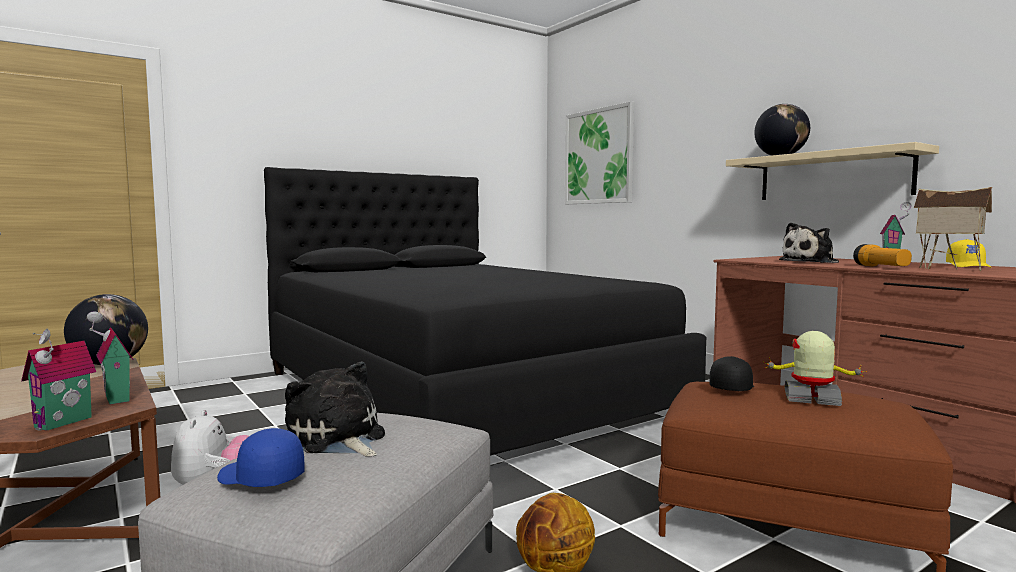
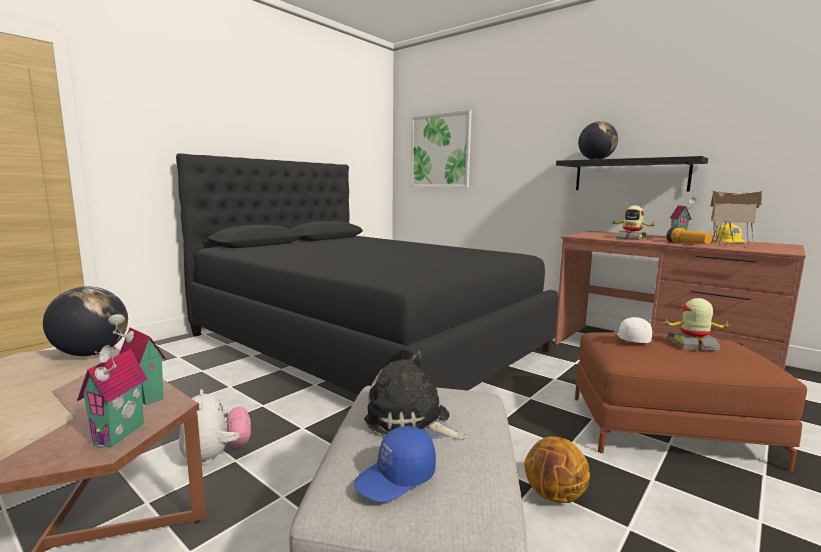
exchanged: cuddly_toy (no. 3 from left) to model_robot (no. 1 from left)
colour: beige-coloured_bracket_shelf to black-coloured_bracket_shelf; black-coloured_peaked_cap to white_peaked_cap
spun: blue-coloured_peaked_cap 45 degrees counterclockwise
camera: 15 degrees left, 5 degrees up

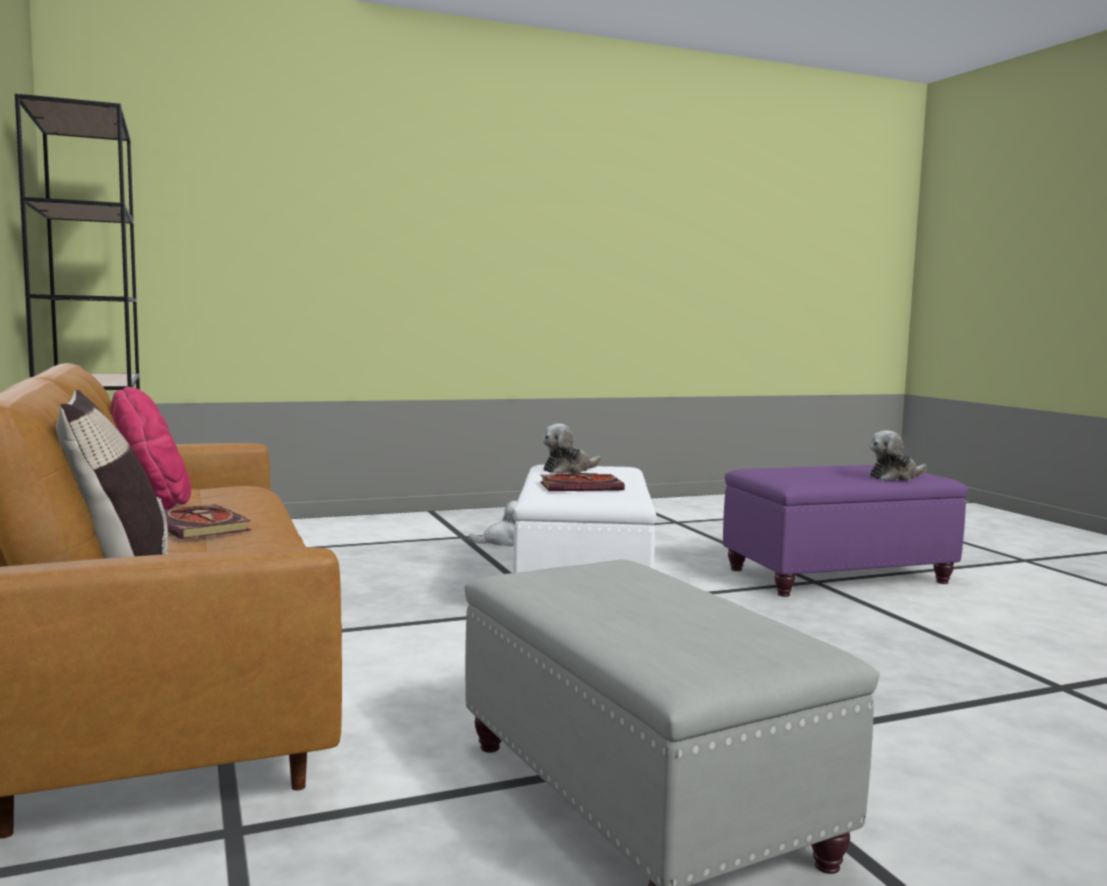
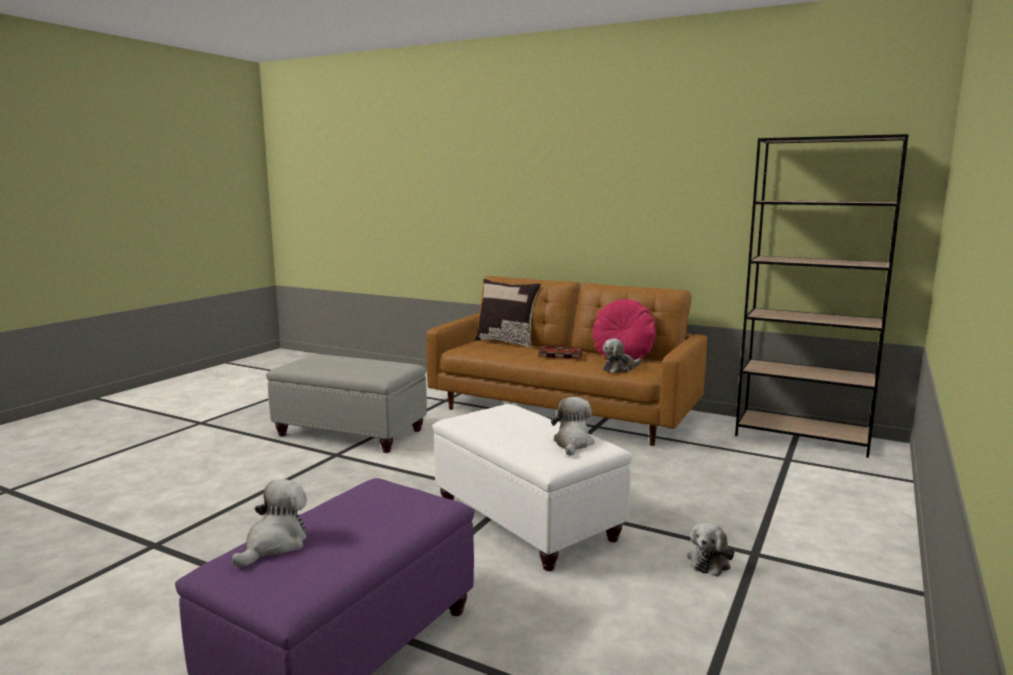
missing: bound_book (no. 2 from left)
appeared: cuddly_toy (no. 3 from left)
camera: 140 degrees right, 5 degrees up

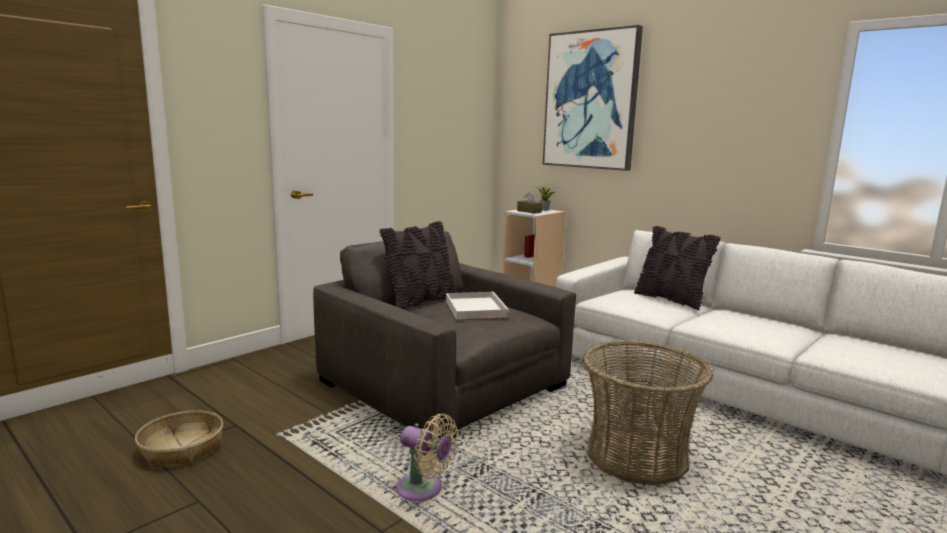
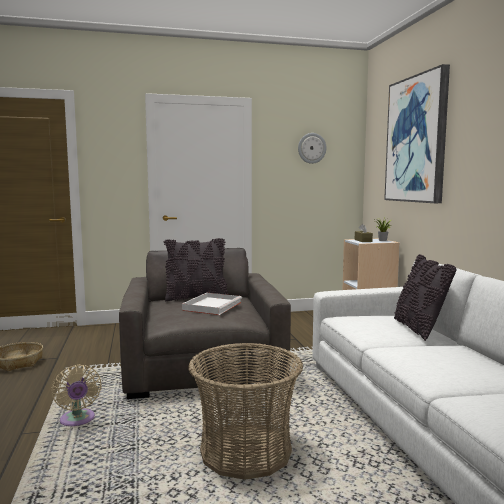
appeared: hanging_clock
camera: 35 degrees right, 5 degrees down

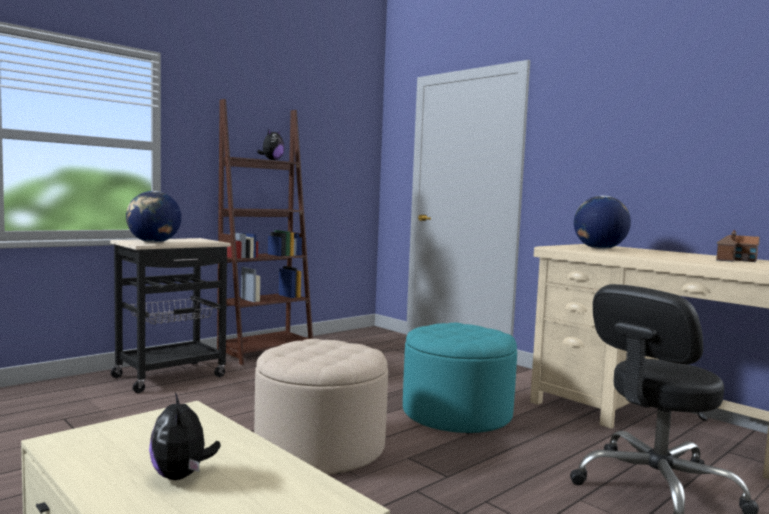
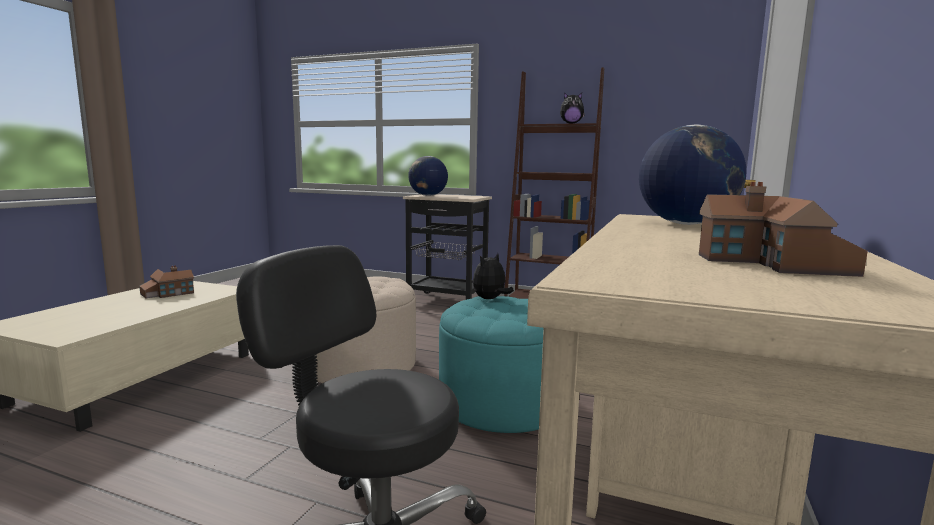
appeared: model_house (no. 1 from left)
relocated: cuddly_toy (no. 1 from left)
camera: 65 degrees right, 5 degrees up

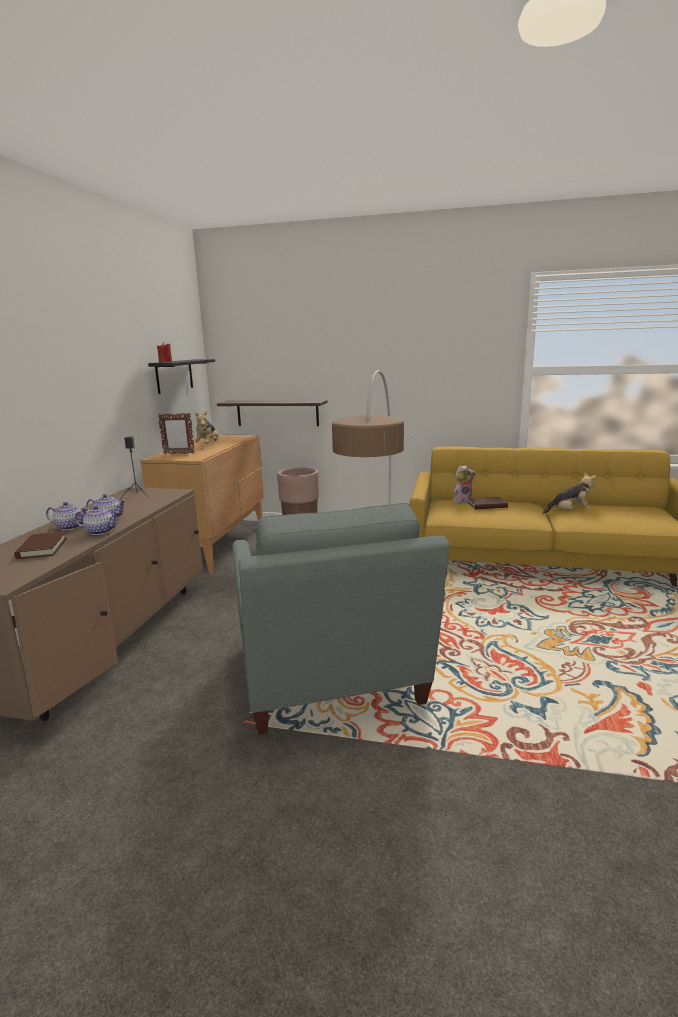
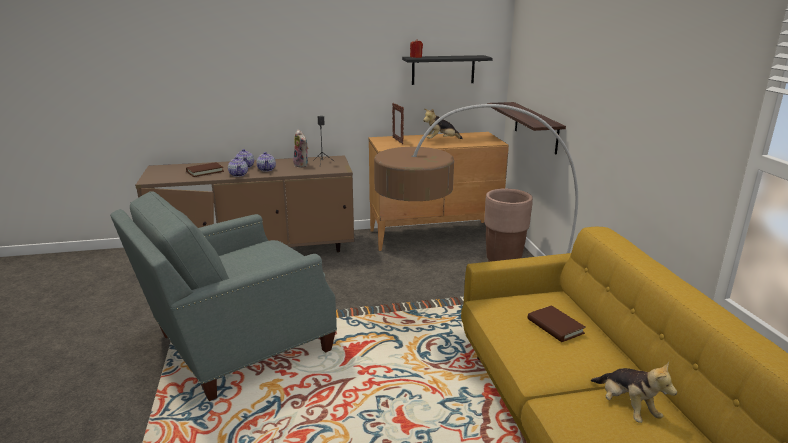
relocated: cuddly_toy (no. 2 from left in the first image) to cuddly_toy (no. 1 from left)
camera: 65 degrees right, 5 degrees up

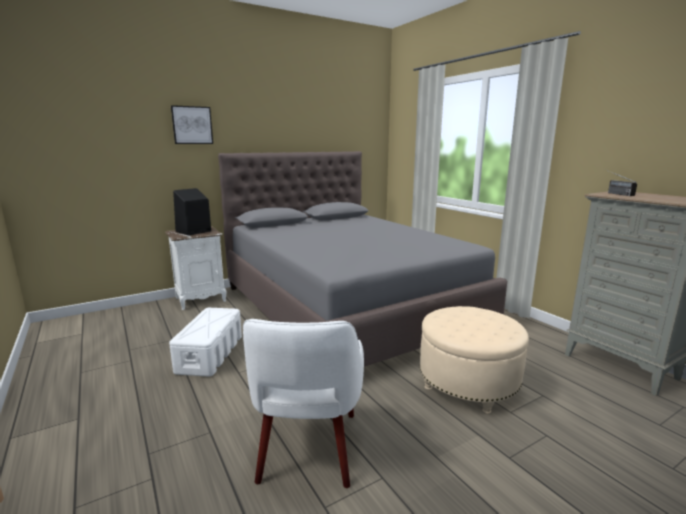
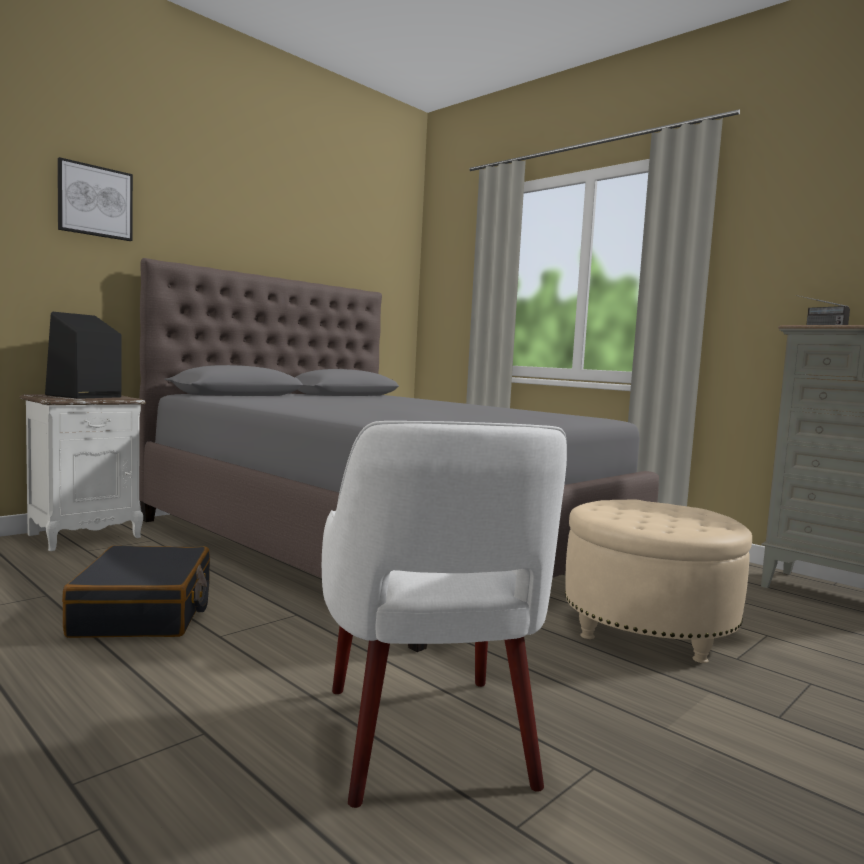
exchanged: white_storage_box to black-coloured_suitcase
camera: 15 degrees left, 10 degrees down

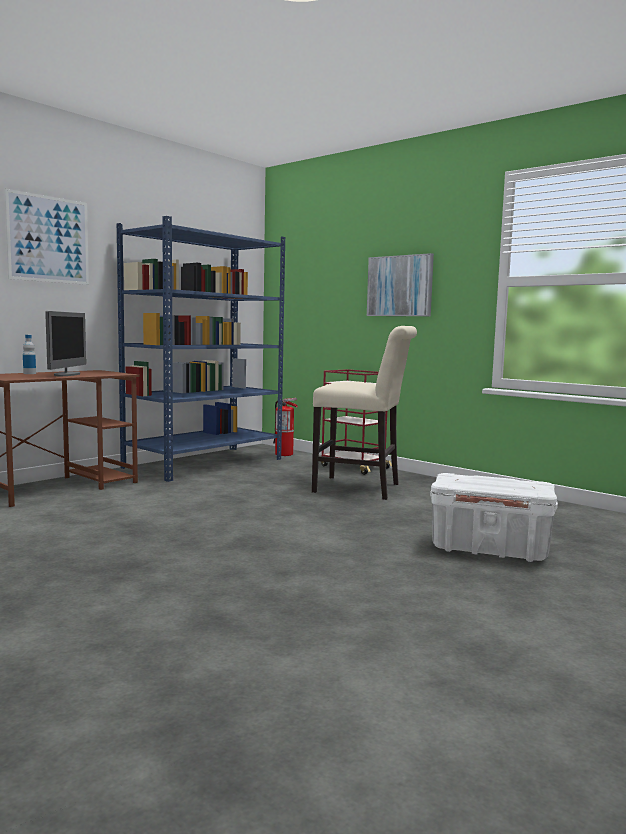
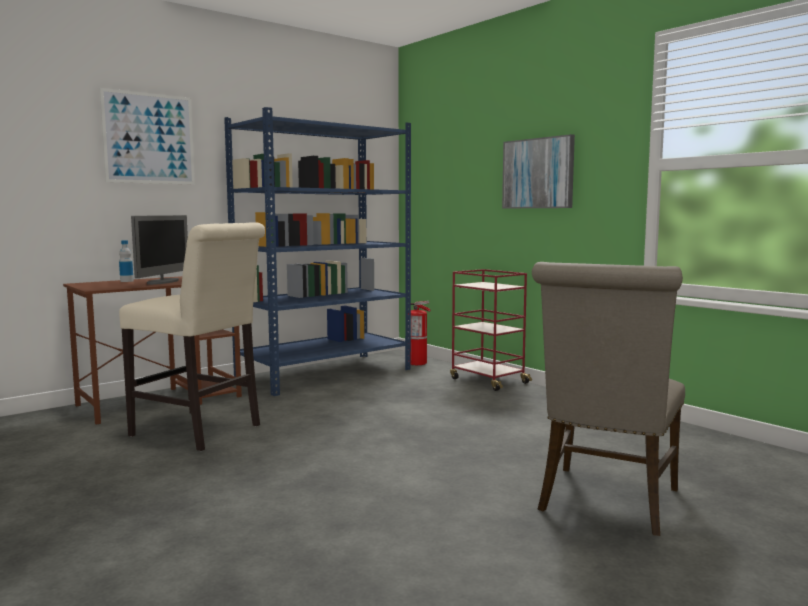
relocated: beige-coloured_stool
exchanged: white_storage_box to beige-coloured_upright_chair
camera: 10 degrees right, 0 degrees up

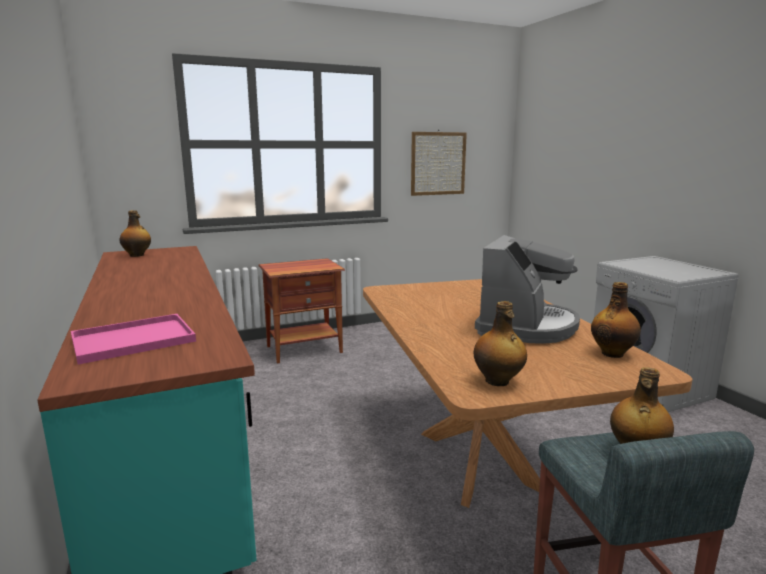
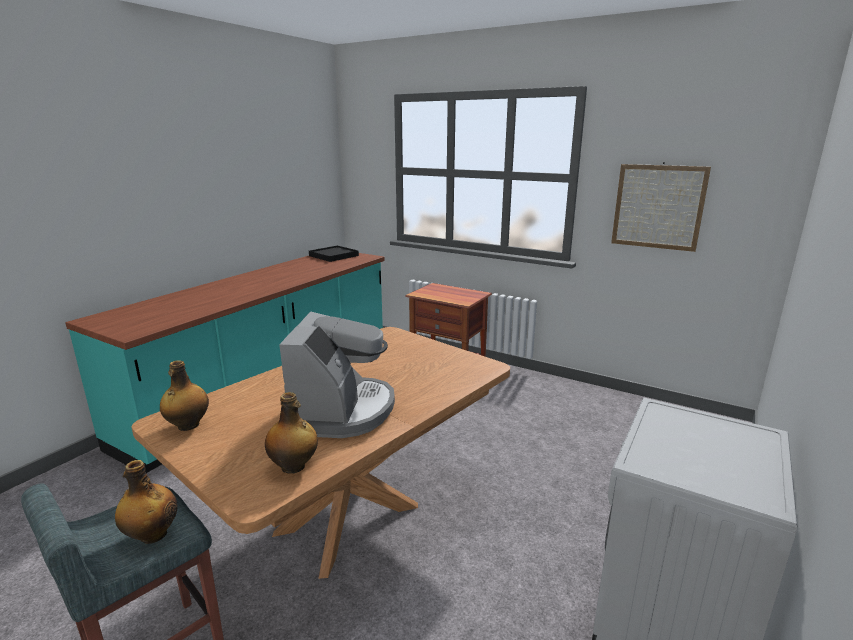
missing: pinkish_carrying_tray
exchanged: beverage_bottle (no. 1 from left) to black-coloured_carrying_tray
spun: coffee_machine 75 degrees counterclockwise
camera: 55 degrees right, 5 degrees up

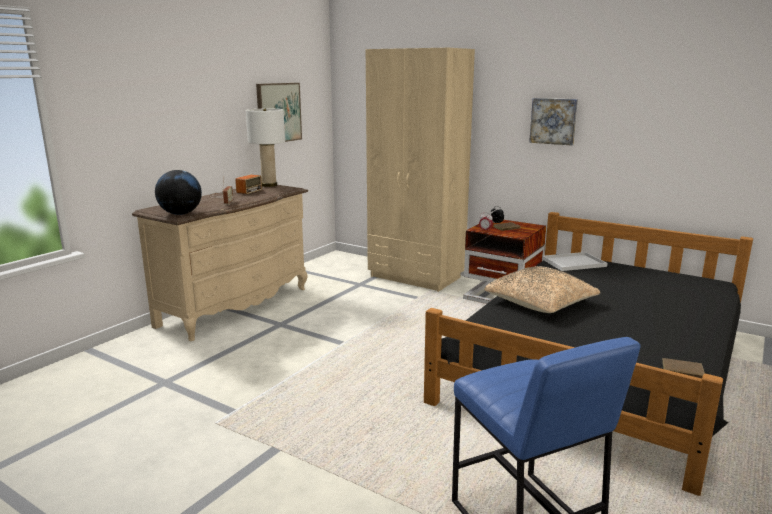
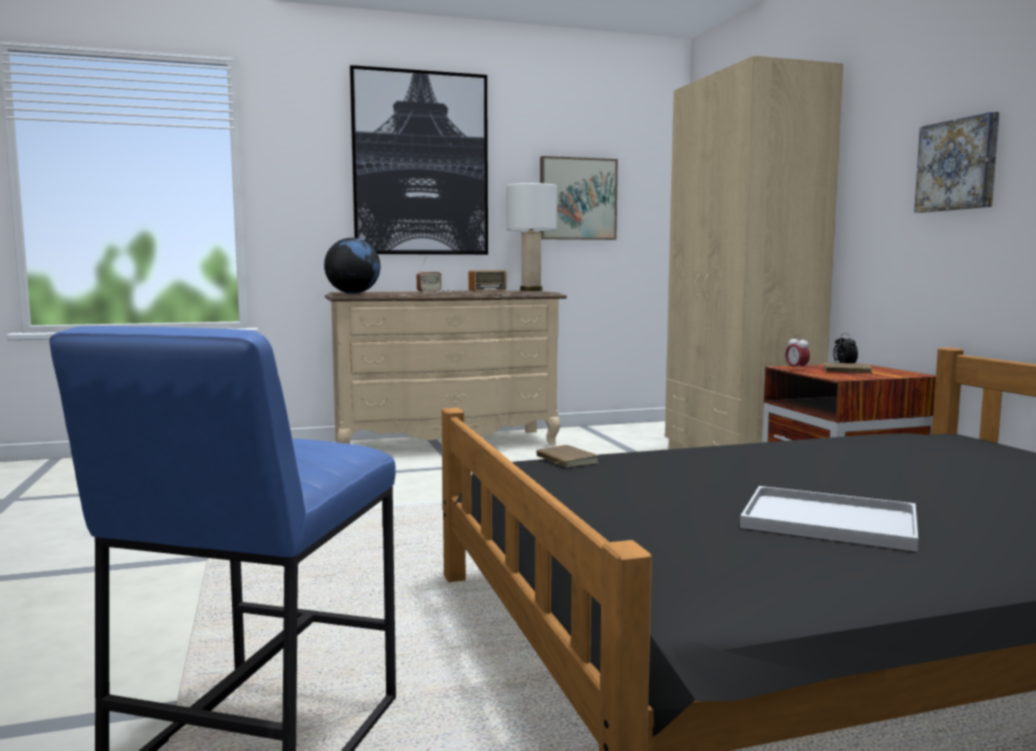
missing: beige-coloured_pillow
appeared: picture (no. 1 from left)
relocated: brown_bound_book (no. 2 from left in the first image) to brown_bound_book (no. 1 from left); white_carrying_tray
camera: 40 degrees right, 10 degrees down

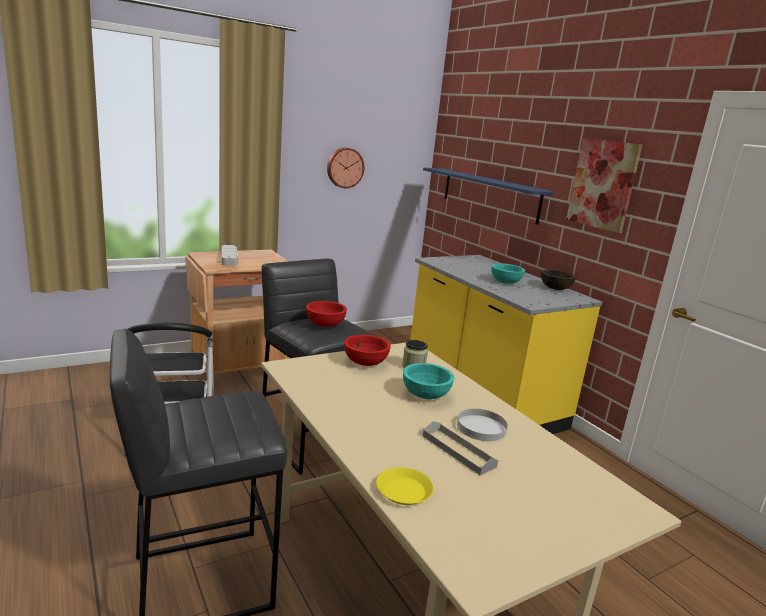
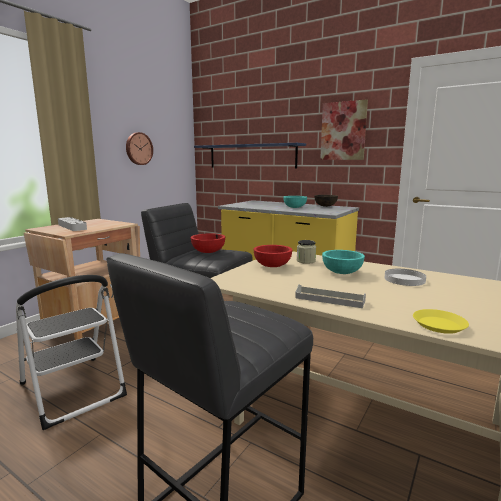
relocated: gray_carrying_tray (no. 2 from left)
camera: 25 degrees left, 5 degrees down

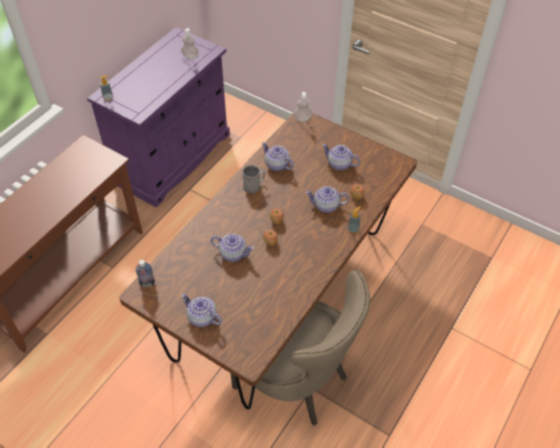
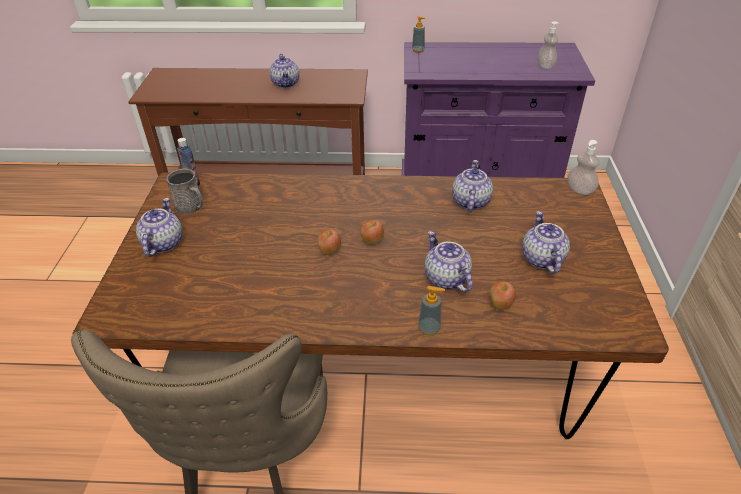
relocated: gray_tea_mug; pot_for_tea (no. 2 from left)
camera: 60 degrees right, 10 degrees down

